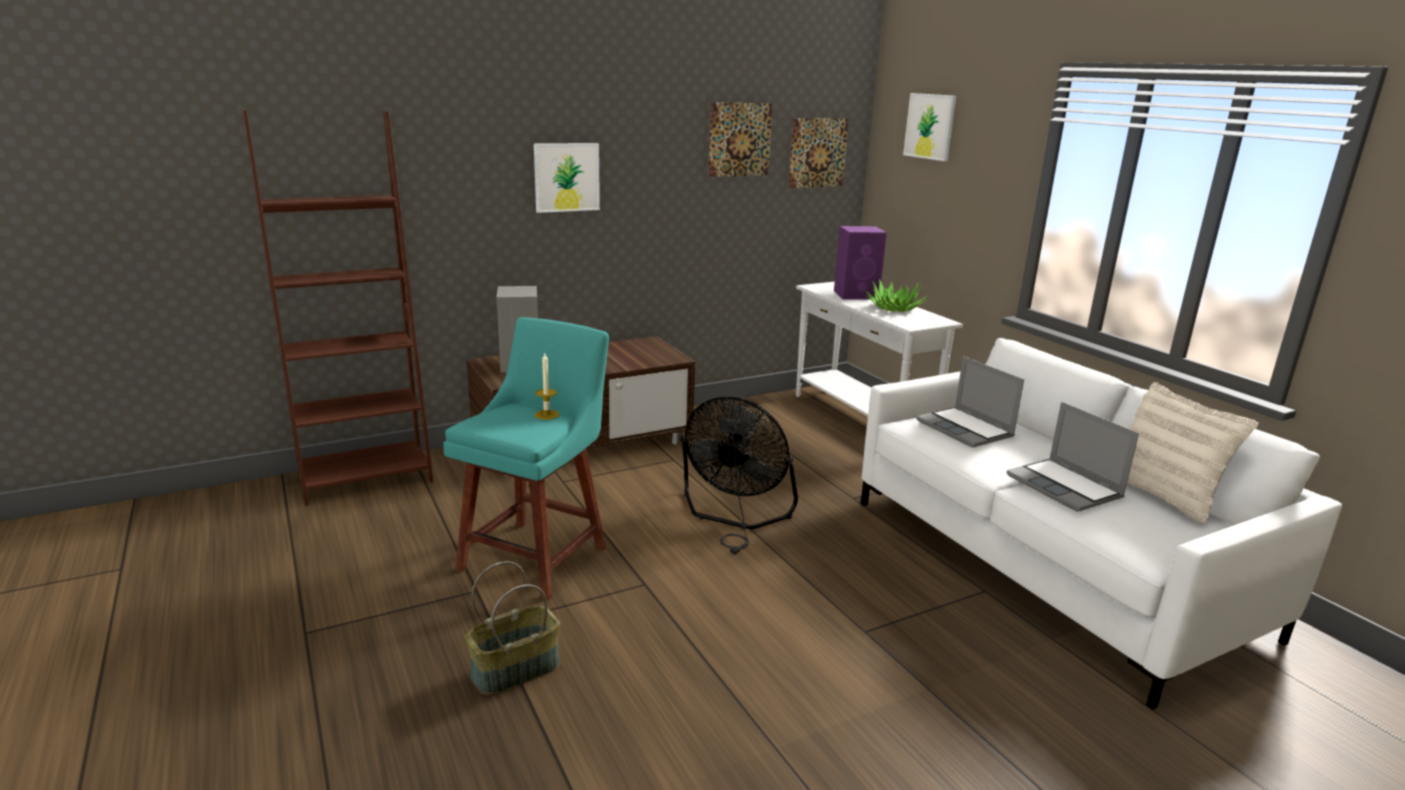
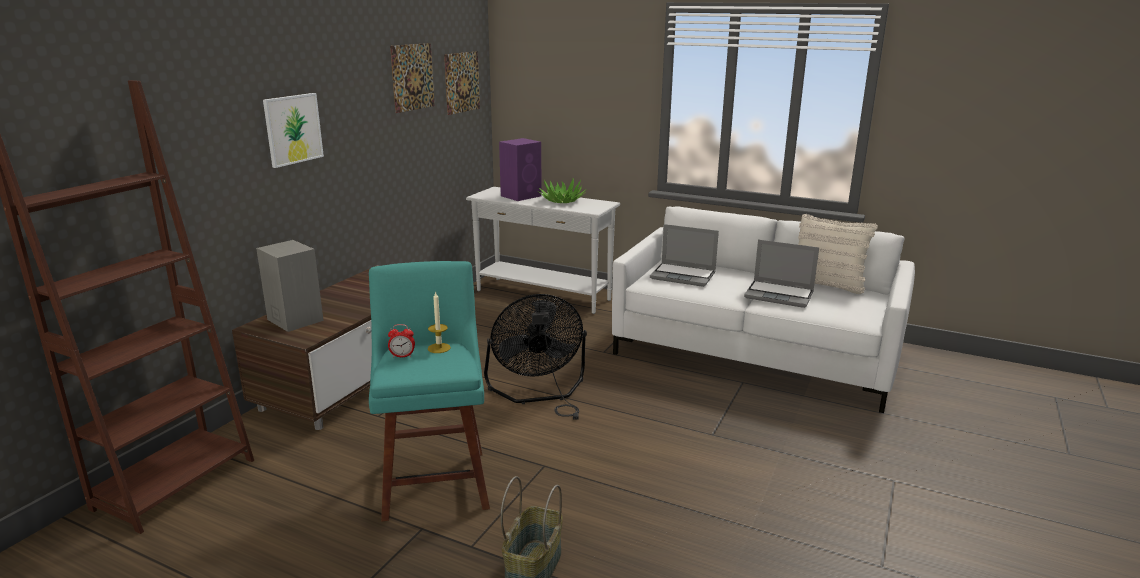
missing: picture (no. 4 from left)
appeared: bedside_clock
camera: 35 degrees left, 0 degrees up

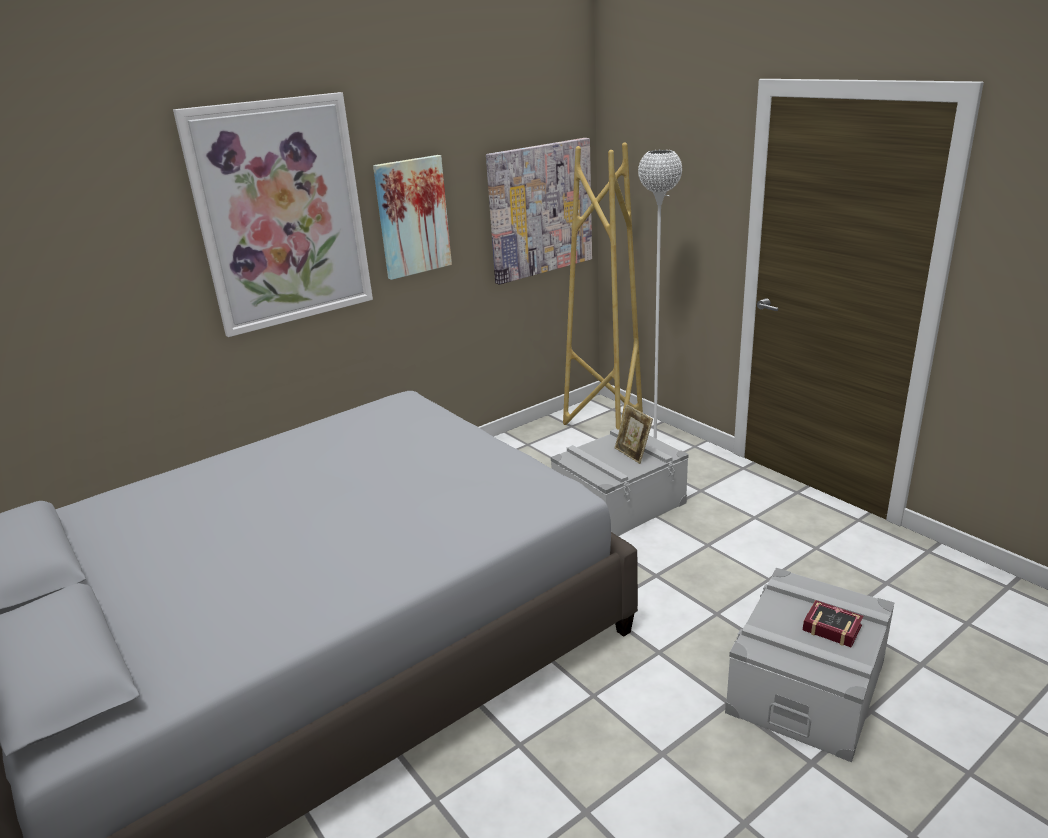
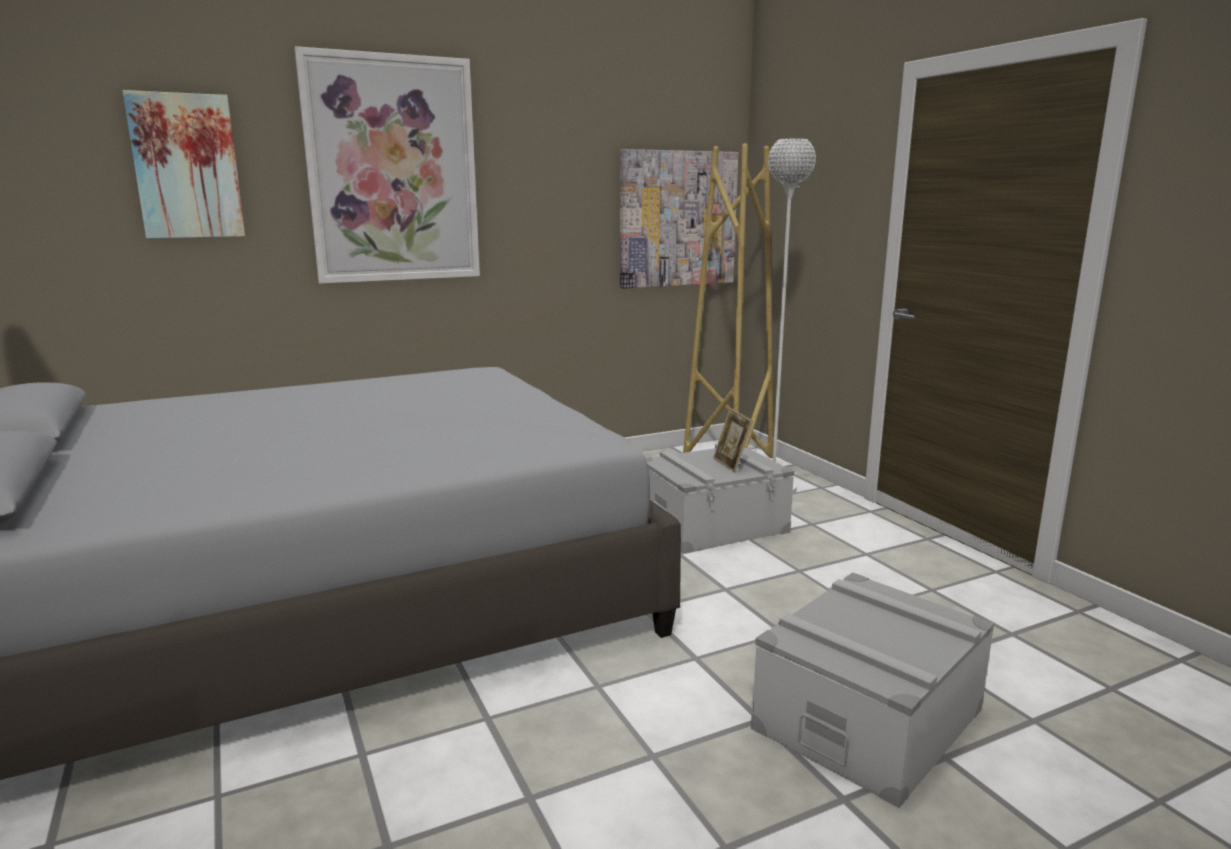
missing: bound_book
relocated: picture (no. 2 from left in the first image) to picture (no. 1 from left)
camera: 10 degrees right, 10 degrees down

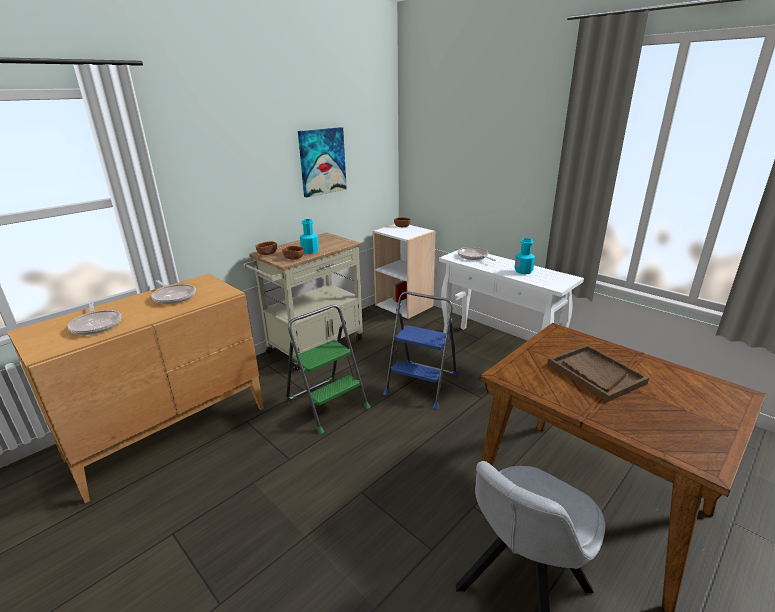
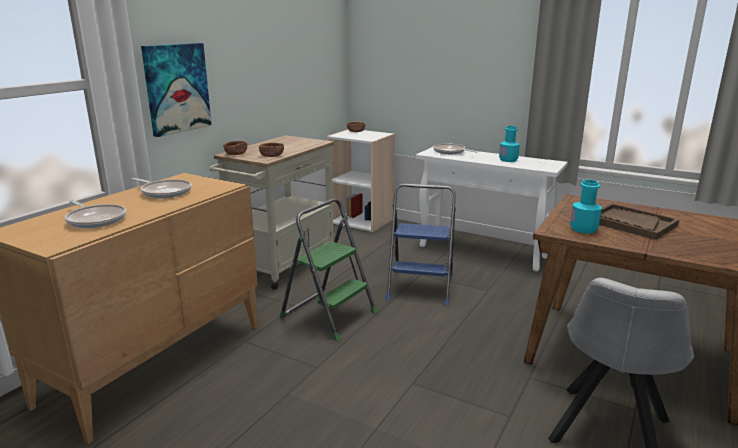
relocated: picture; blue-green_beverage_bottle (no. 1 from left in the first image) to blue-green_beverage_bottle (no. 2 from left)
camera: 15 degrees left, 5 degrees down

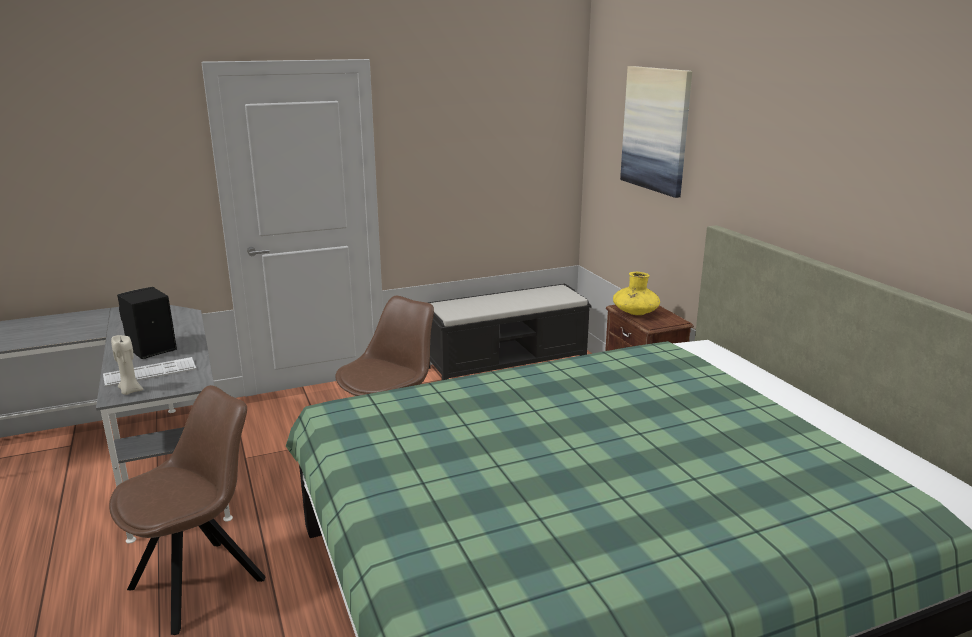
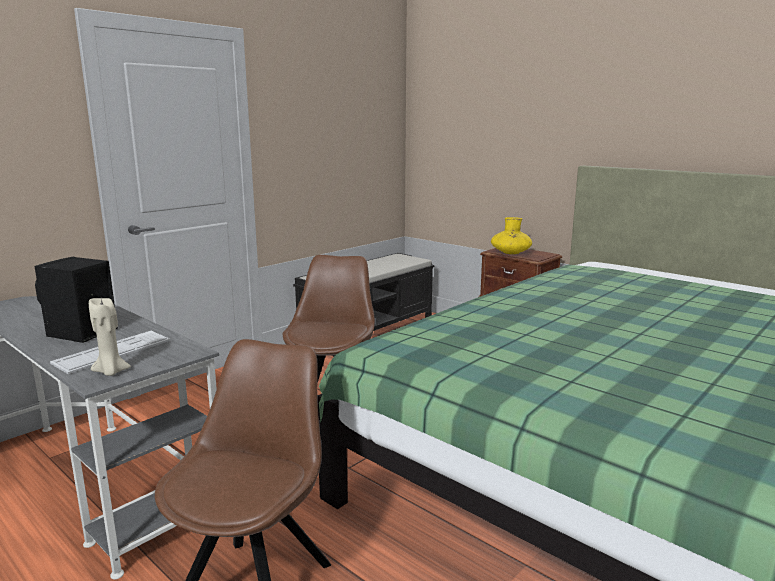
missing: picture
camera: 25 degrees left, 5 degrees down

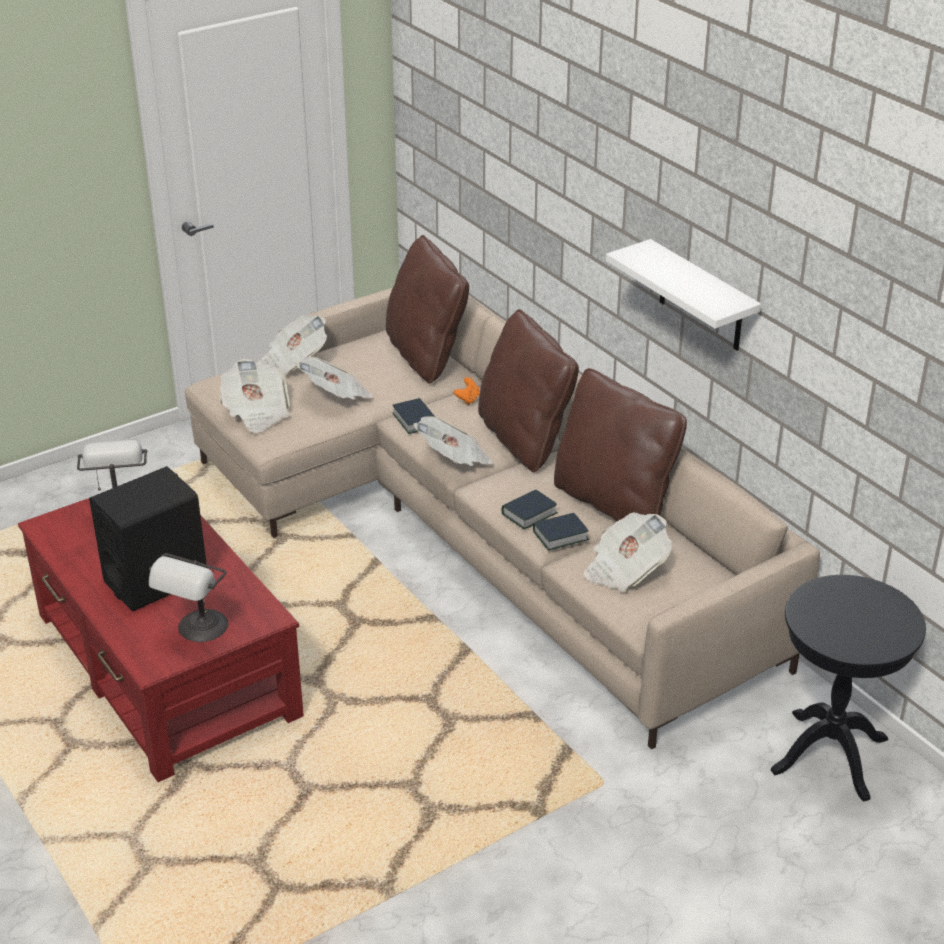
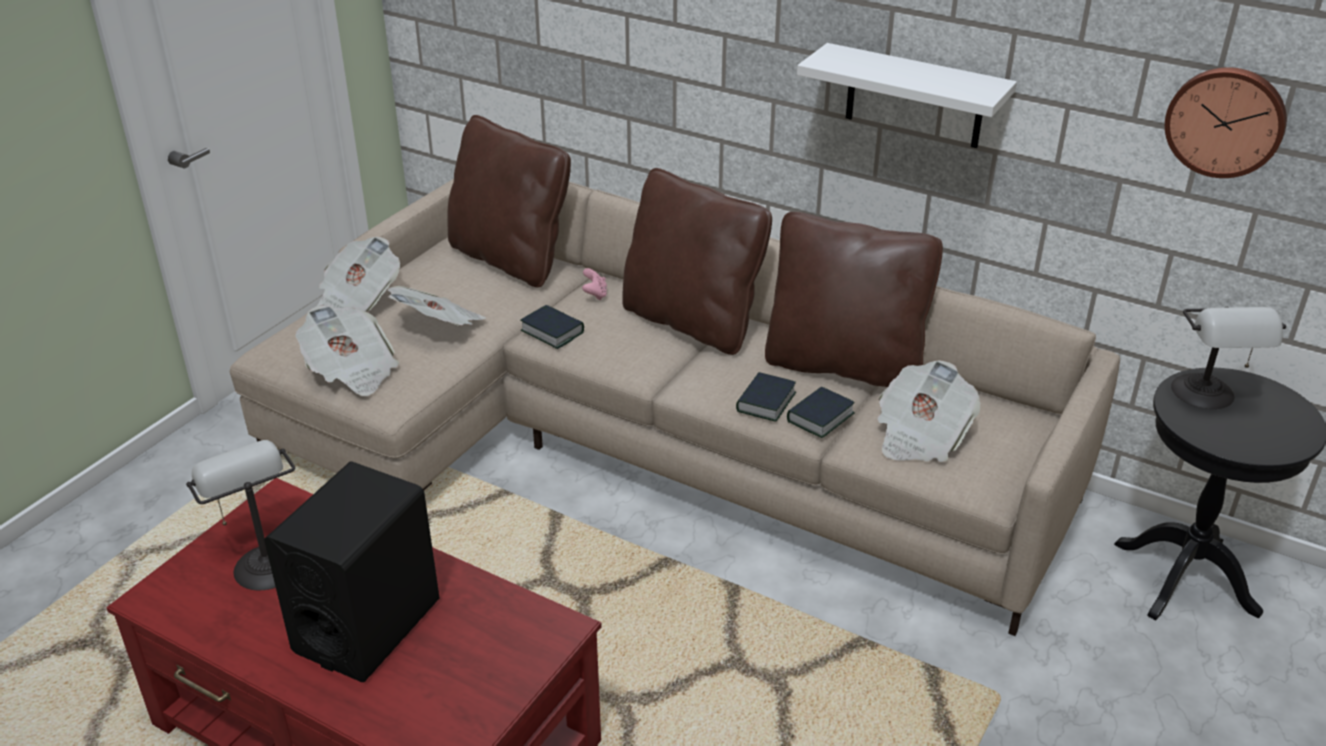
missing: daily_paper (no. 4 from left)
appeared: hanging_clock
relocated: lamp_for_a_table (no. 2 from left)
colour: orange-coloured_joypad to pinkish_joypad
camera: 25 degrees left, 0 degrees up

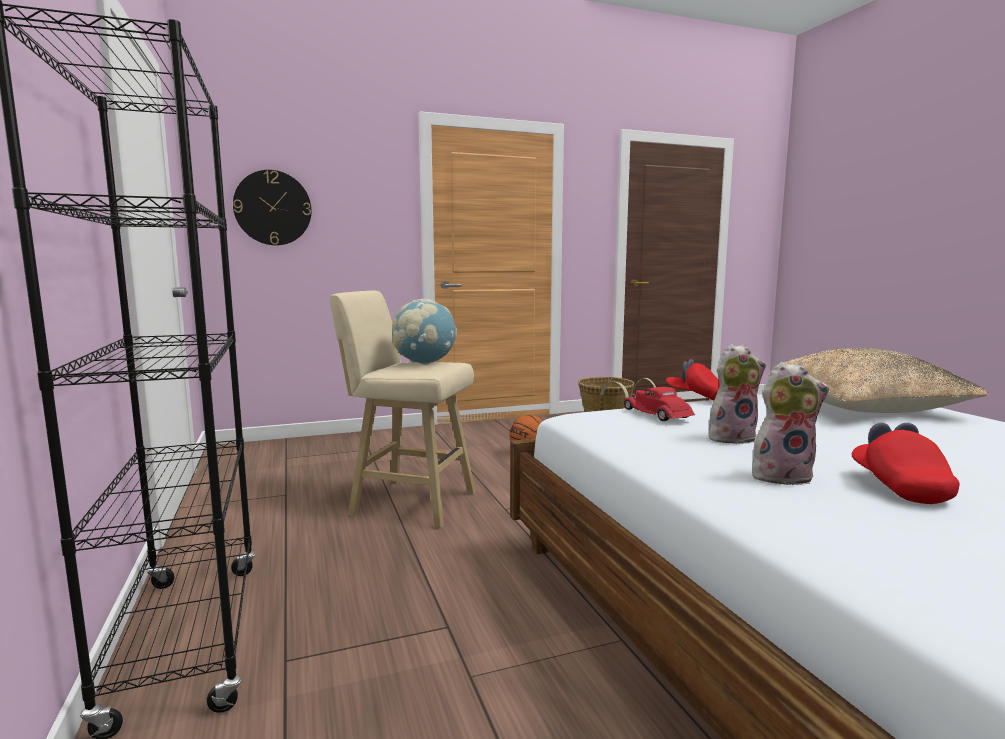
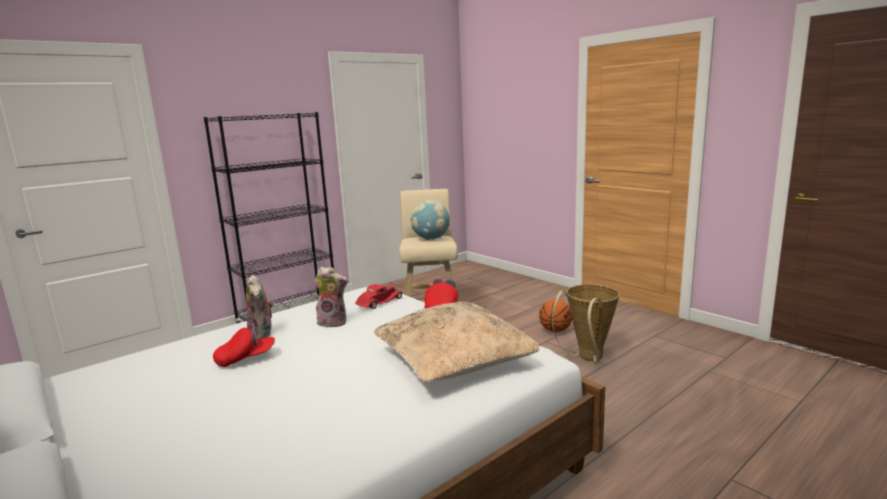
missing: hanging_clock
spun: cuddly_toy (no. 1 from left in the first image) 45 degrees counterclockwise
camera: 70 degrees right, 5 degrees up

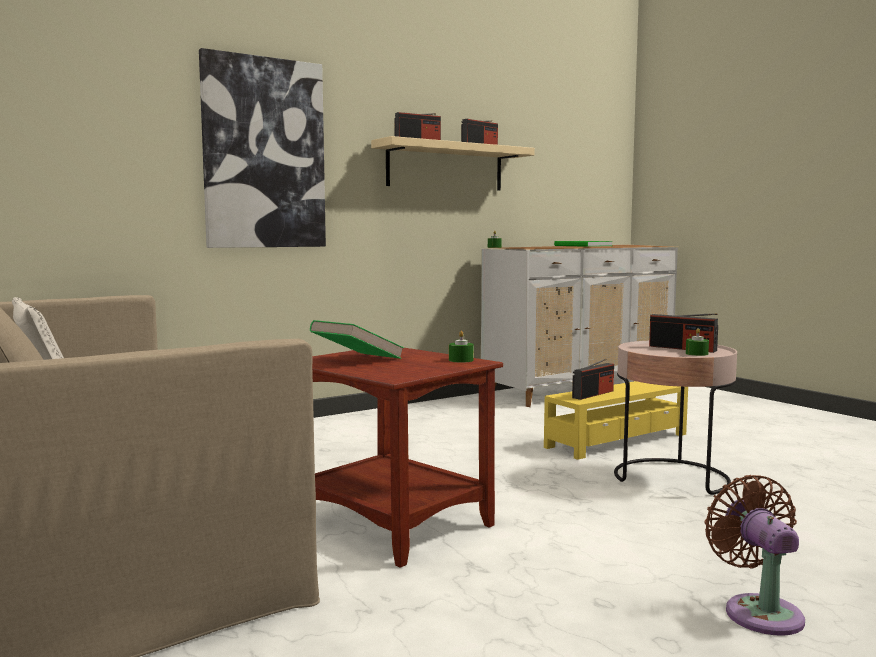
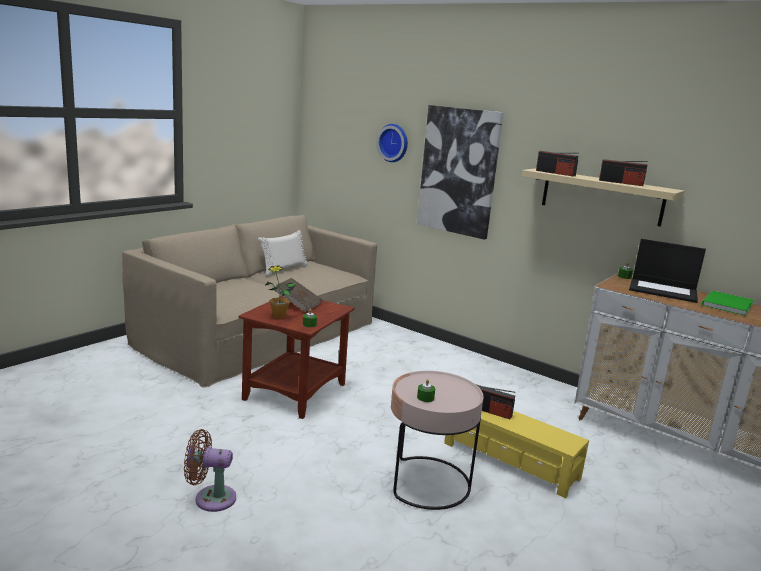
missing: radio_receiver (no. 4 from left)
appeared: plant_in_a_pot; hanging_clock; notebook_computer
colour: greenish_bound_book (no. 1 from left) to brown_bound_book
spun: brown_fan 150 degrees counterclockwise
camera: 70 degrees right, 10 degrees up

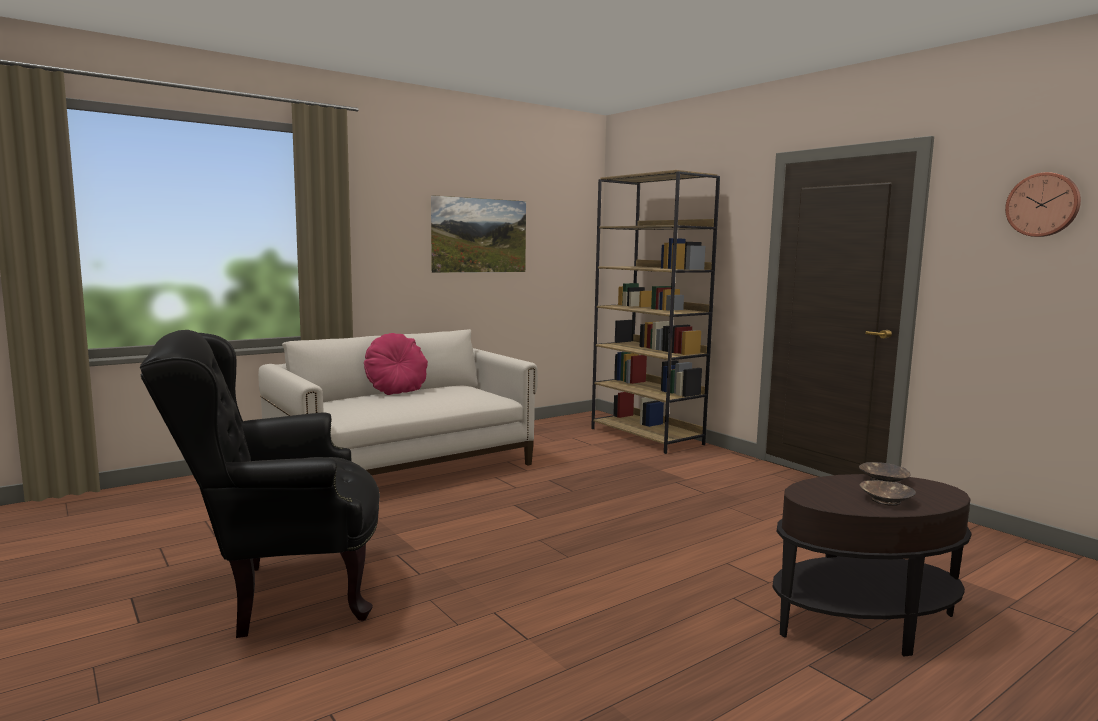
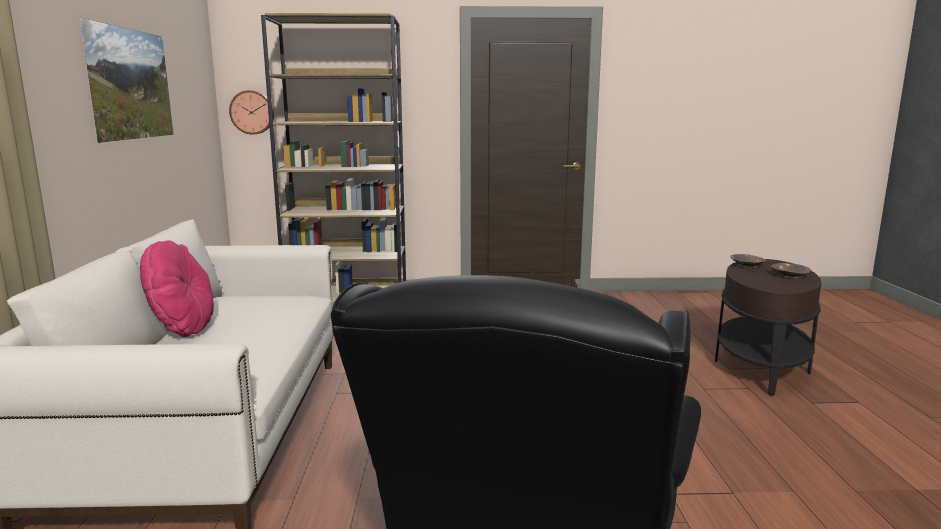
relocated: hanging_clock
camera: 55 degrees left, 5 degrees up

